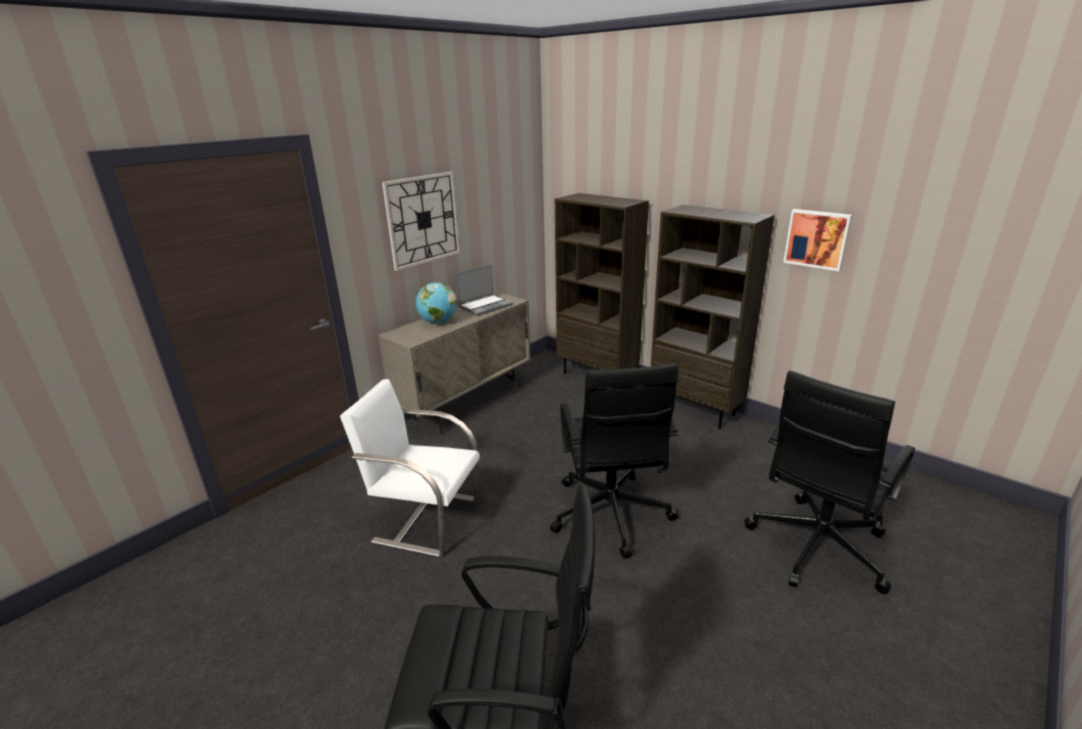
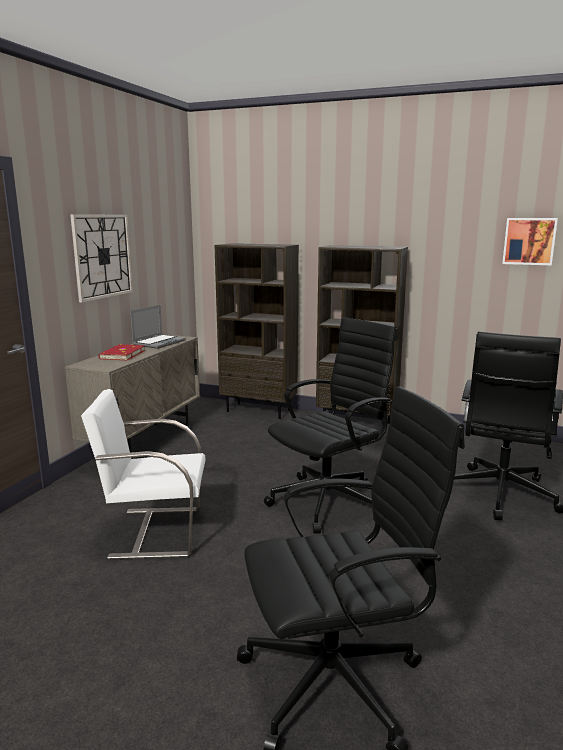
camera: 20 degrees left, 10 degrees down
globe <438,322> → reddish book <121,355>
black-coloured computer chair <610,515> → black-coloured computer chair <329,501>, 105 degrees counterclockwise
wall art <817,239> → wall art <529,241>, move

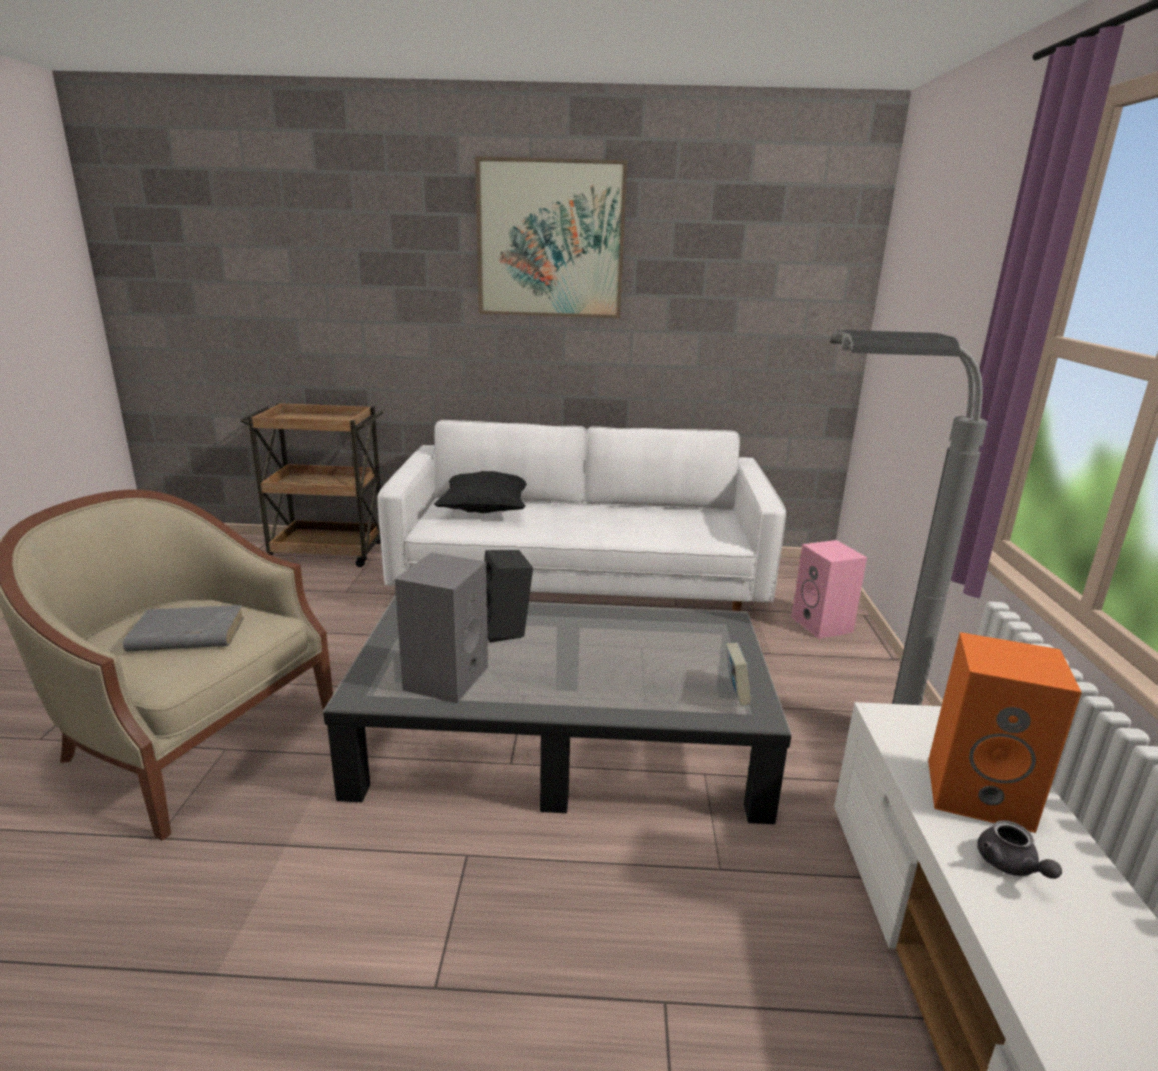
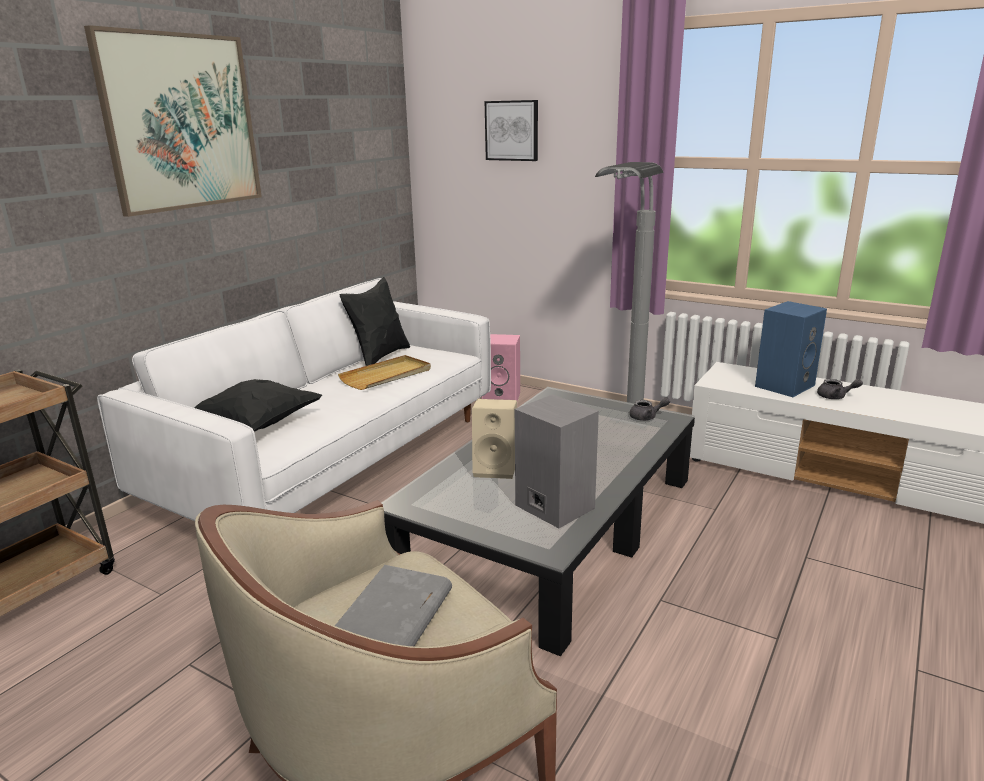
camera: 60 degrees left, 0 degrees up
- → sand-coloured carrying tray <386,376>
- → black-coloured throw pillow <379,356>
black-coloured loudspeaker <506,630> → sand-coloured loudspeaker <497,468>
- → wall art <512,130>
book <735,694> → greyish tea pot <647,417>
orange-coloured loudspeaker <981,793> → blue loudspeaker <784,385>

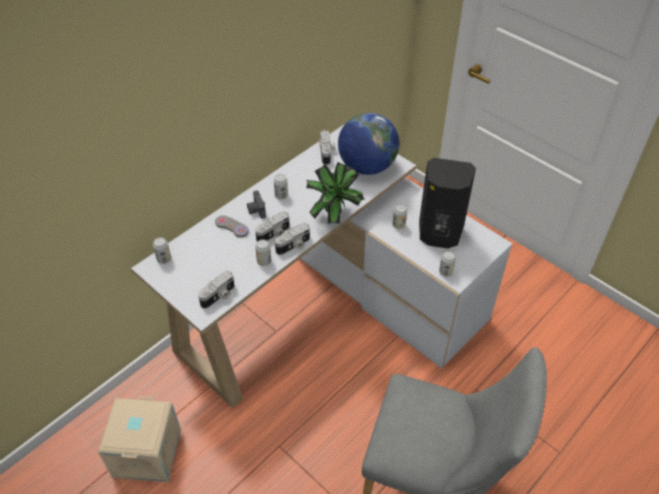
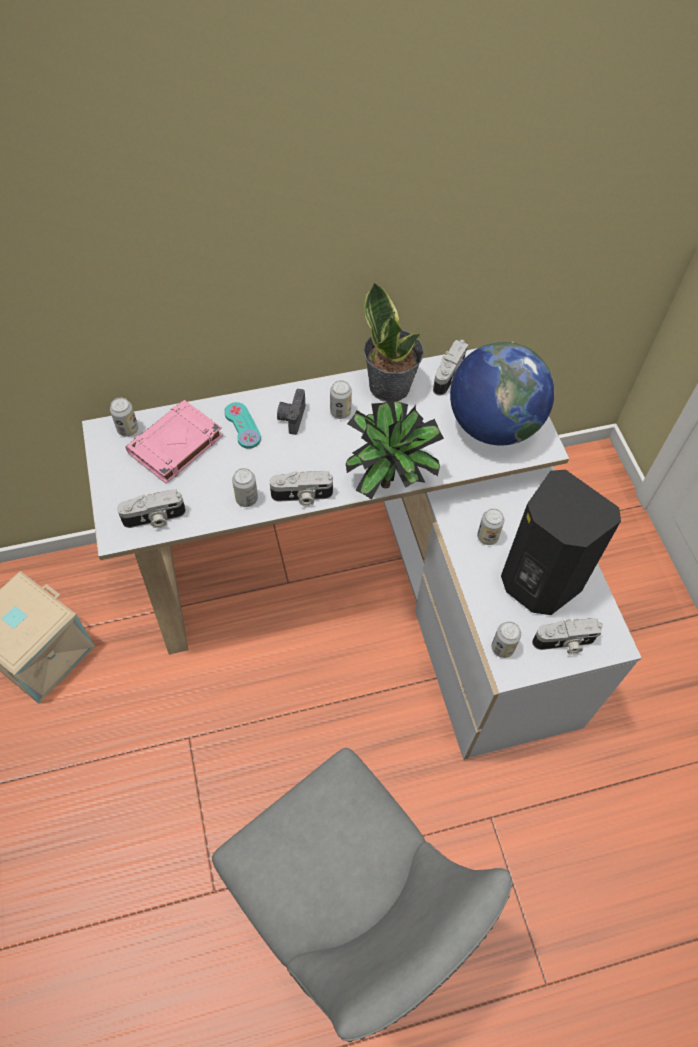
camera: 30 degrees right, 10 degrees up
- → pinkish book <175,445>
greyish joypad <232,227> → blue-green joypad <242,426>
- → houseplant <390,386>
photo camera <274,234> → photo camera <564,643>, move

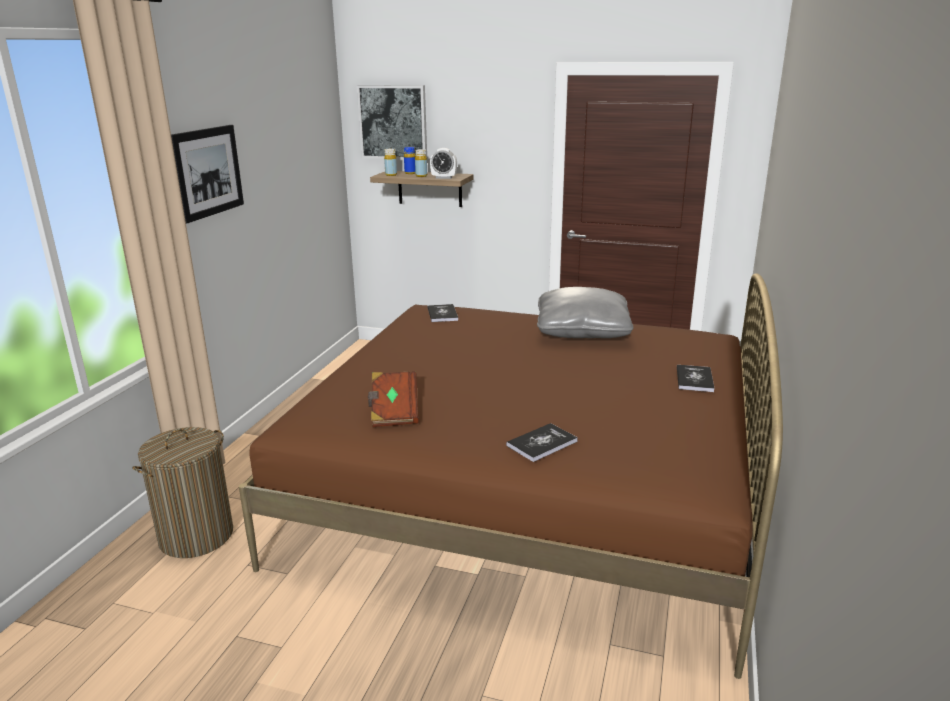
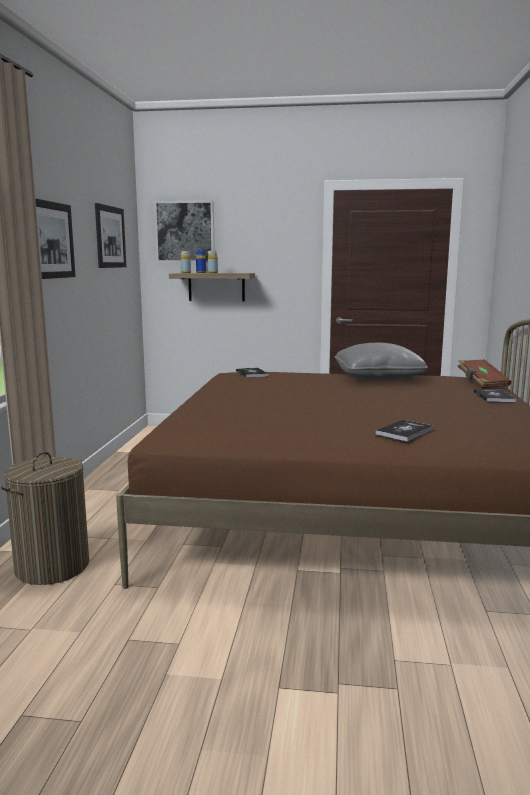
camera: 10 degrees left, 10 degrees down
- → wall art <110,237>
brown-coloured book <393,411> → brown-coloured book <481,383>, move
alarm clock <444,178> → -

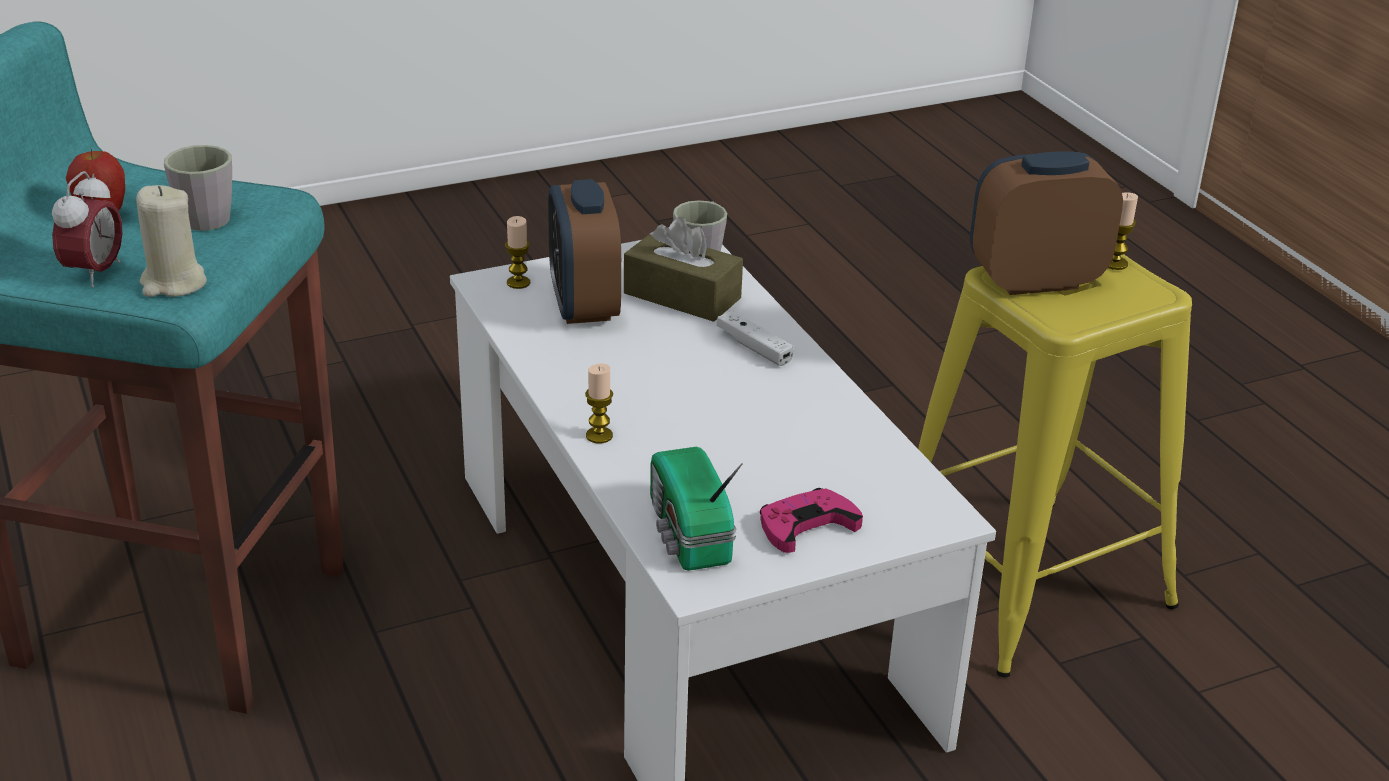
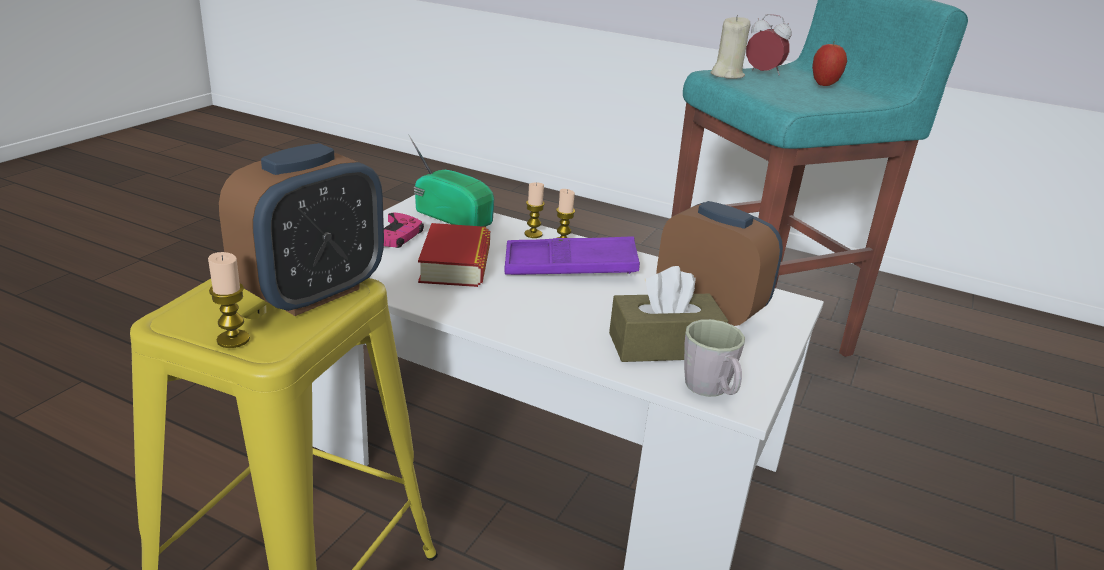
camera: 140 degrees right, 5 degrees down
- → book <455,264>
- → purple carrying tray <570,266>
candle <518,283> → candle <533,234>, move
alarm clock <95,273> → alarm clock <763,73>, 150 degrees clockwise
greyish mug <204,214> → -
white joypad <754,347> → -

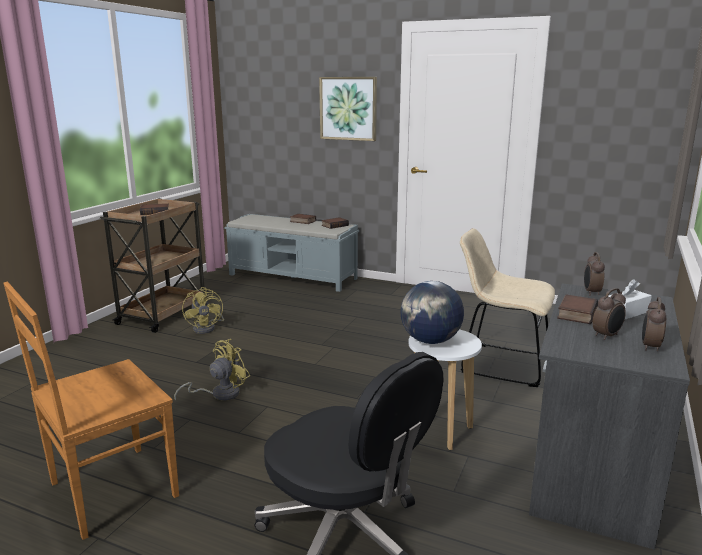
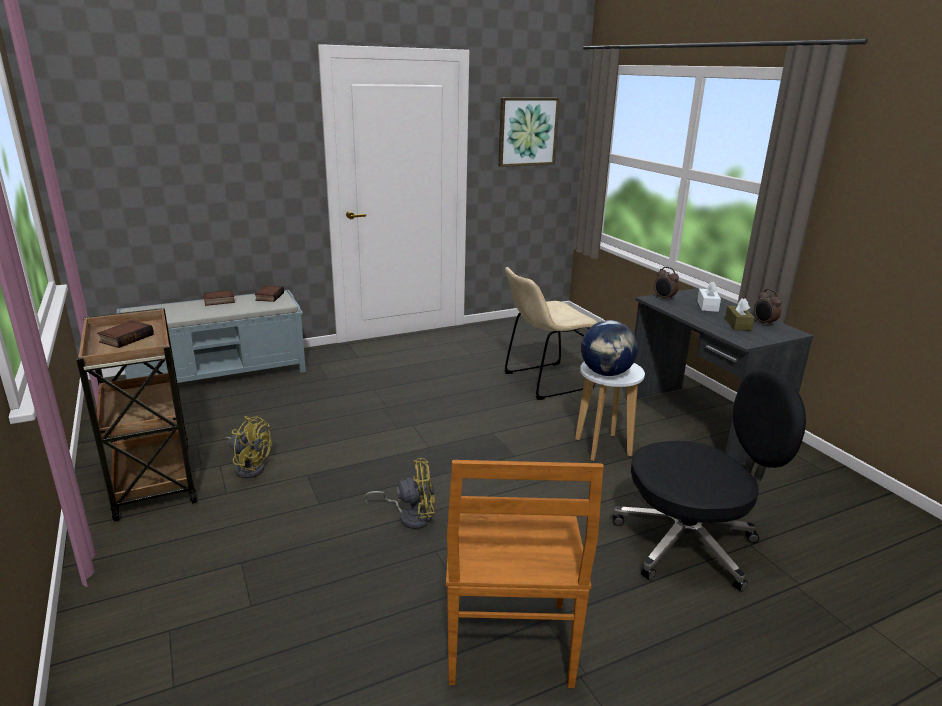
camera: 50 degrees left, 5 degrees up
yellow fan <219,394> → yellow fan <410,516>, 90 degrees clockwise
wall art <348,108> → wall art <527,131>, move
alarm clock <607,336> → brown-coloured tissue holder <738,324>
book <575,313> → -

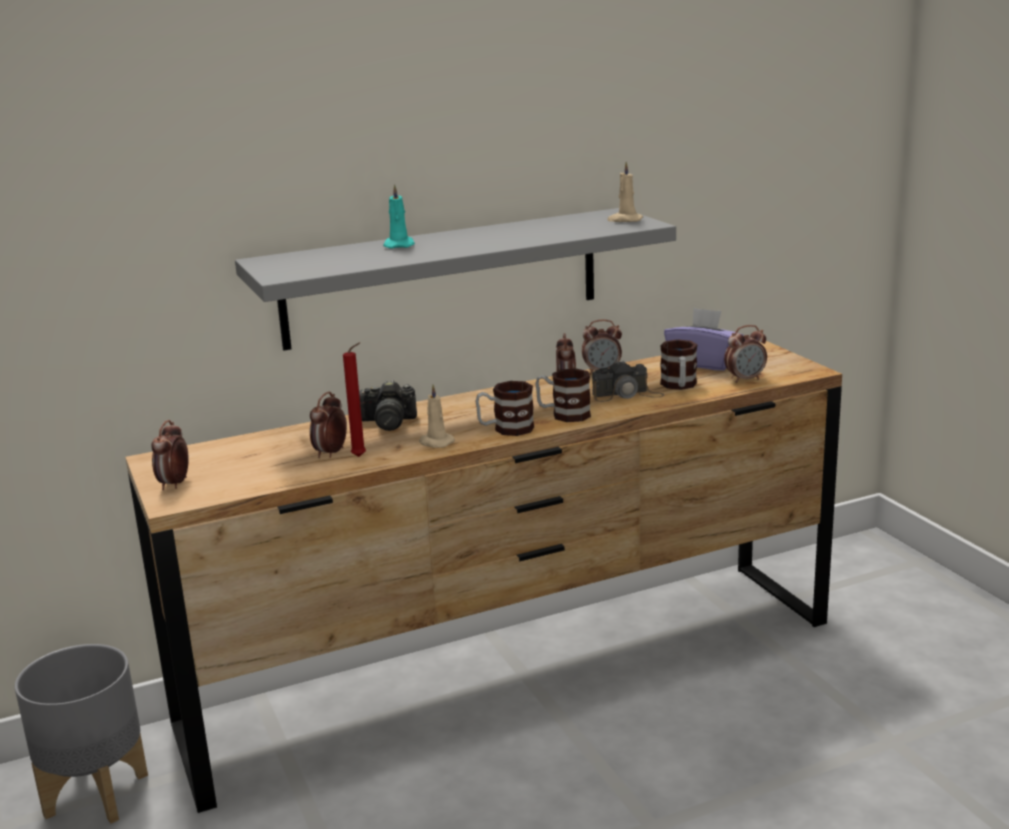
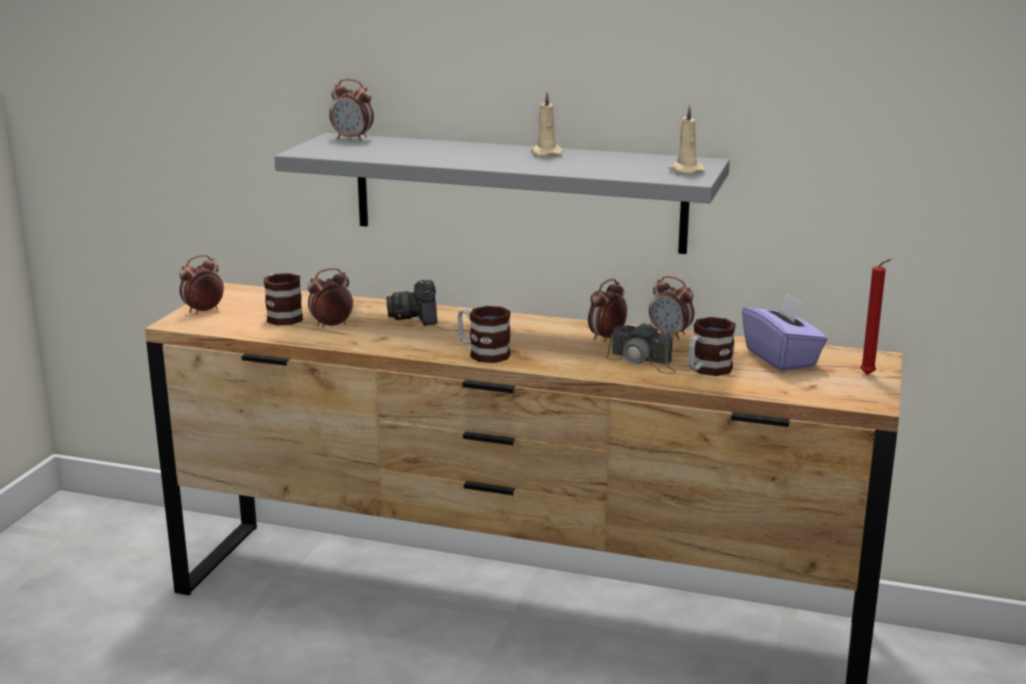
camera: 40 degrees right, 0 degrees up
mug <563,414> → mug <281,316>, move
alarm clock <745,379> → alarm clock <353,139>, move
photo camera <388,422> → photo camera <417,317>, 45 degrees clockwise
sand-coloured candle <435,443> → sand-coloured candle <545,153>, move
reddish candle <361,457> → reddish candle <869,375>, move
greyish flower pot <95,795> → -
blue-green candle <399,245> → -

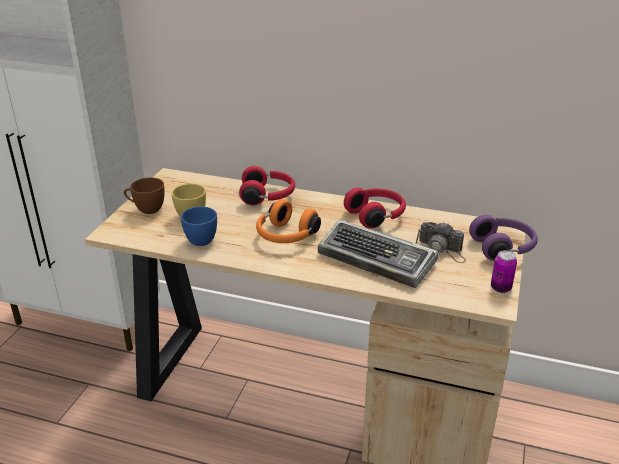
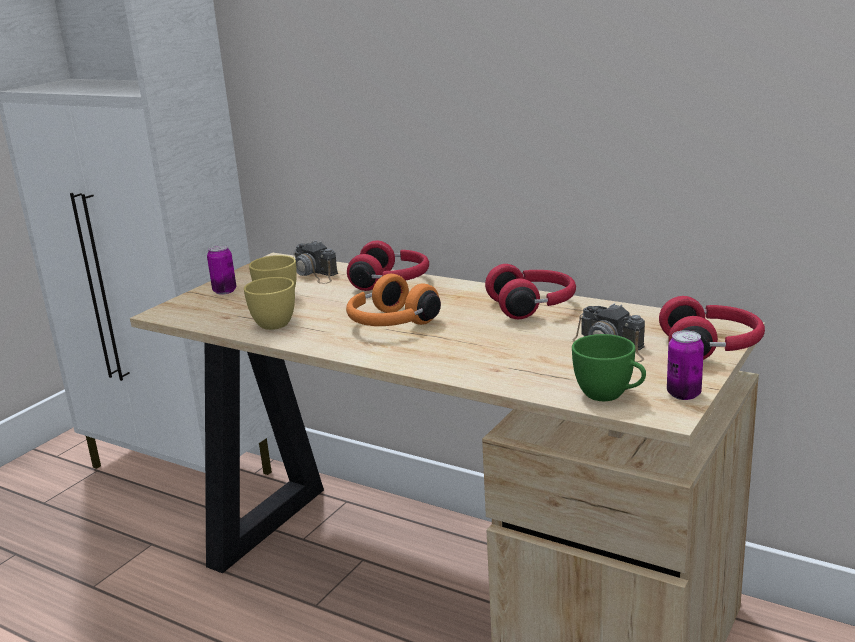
camera: 15 degrees right, 10 degrees down
brown-coloured small cup <146,209> → can <224,291>
blue small cup <202,238> → yellow small cup <277,322>
- → photo camera <314,274>
- → green small cup <609,395>
purple pair of headphones <503,248> → reddish pair of headphones <712,348>
keyboard <378,259> → -

